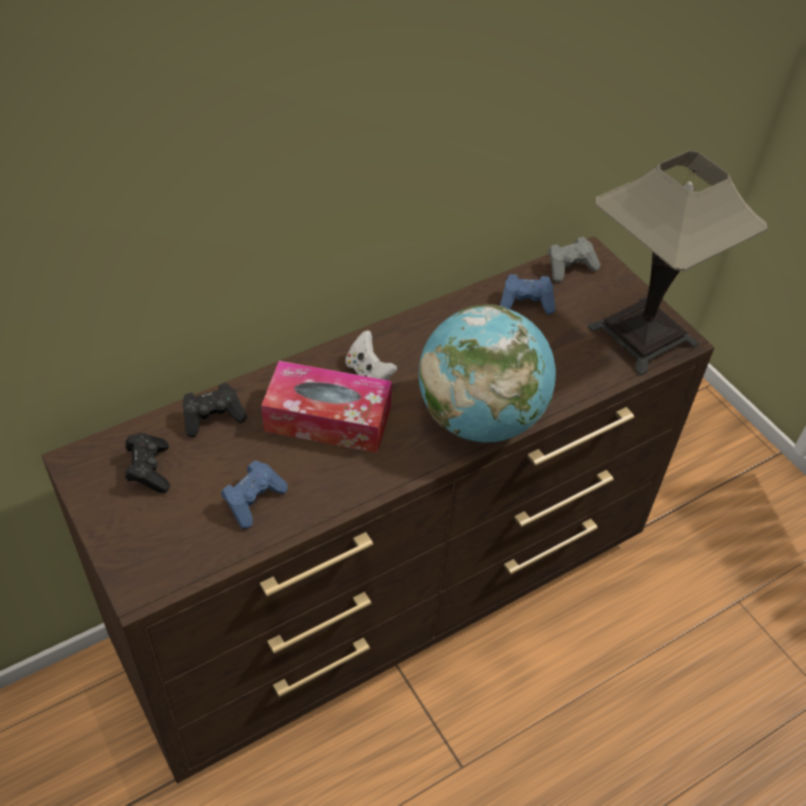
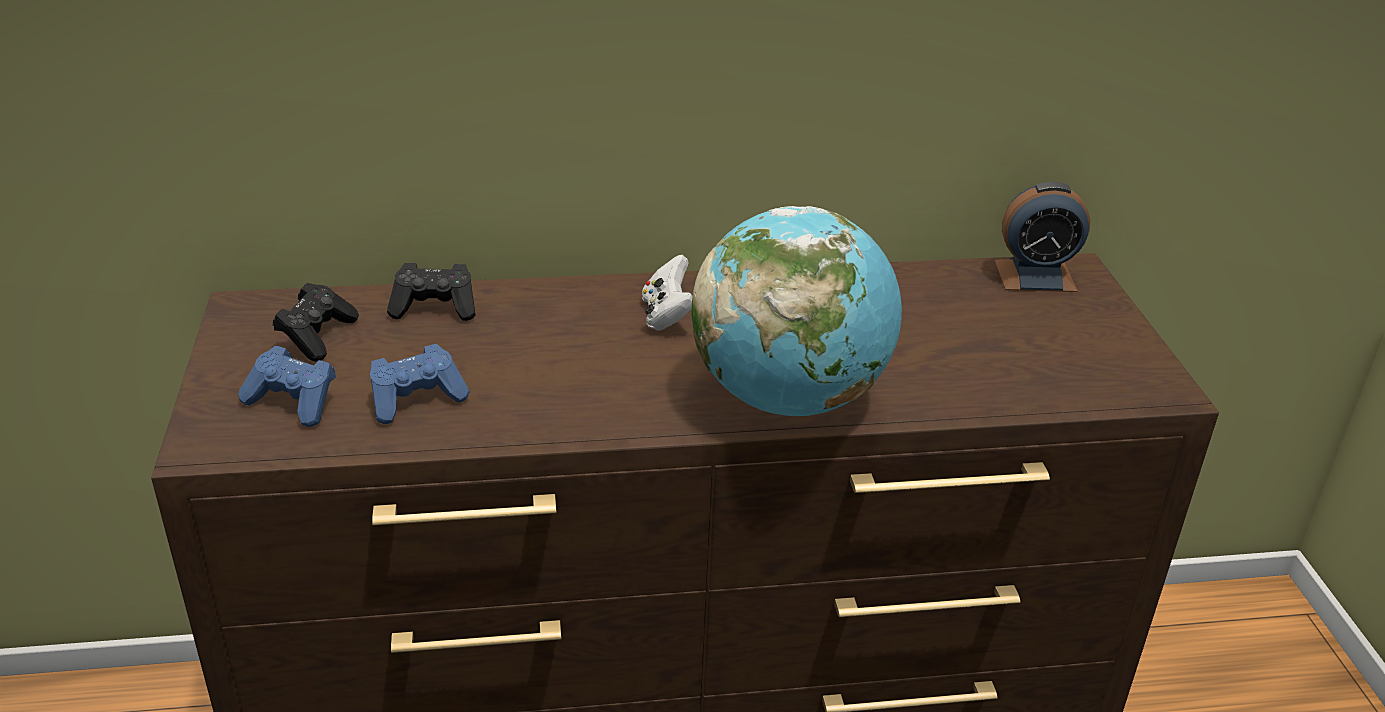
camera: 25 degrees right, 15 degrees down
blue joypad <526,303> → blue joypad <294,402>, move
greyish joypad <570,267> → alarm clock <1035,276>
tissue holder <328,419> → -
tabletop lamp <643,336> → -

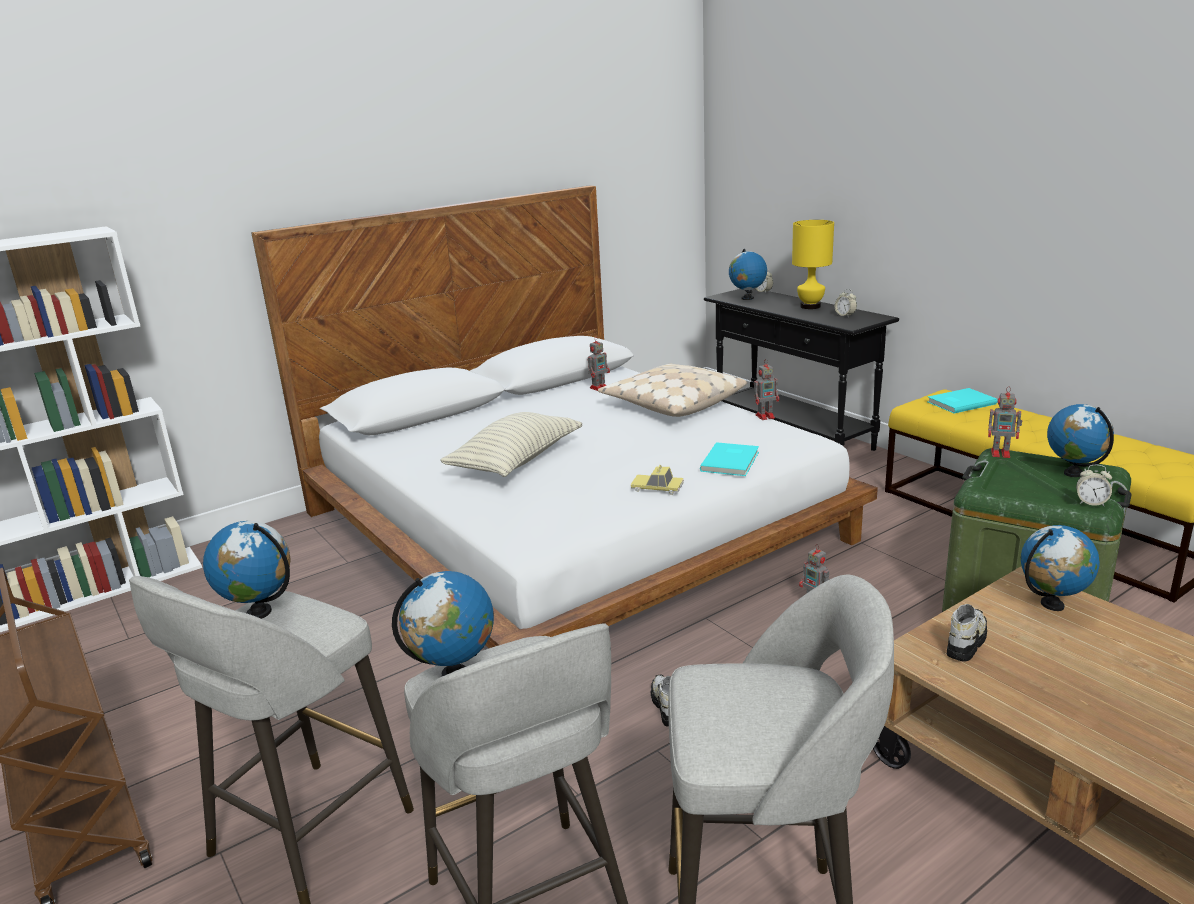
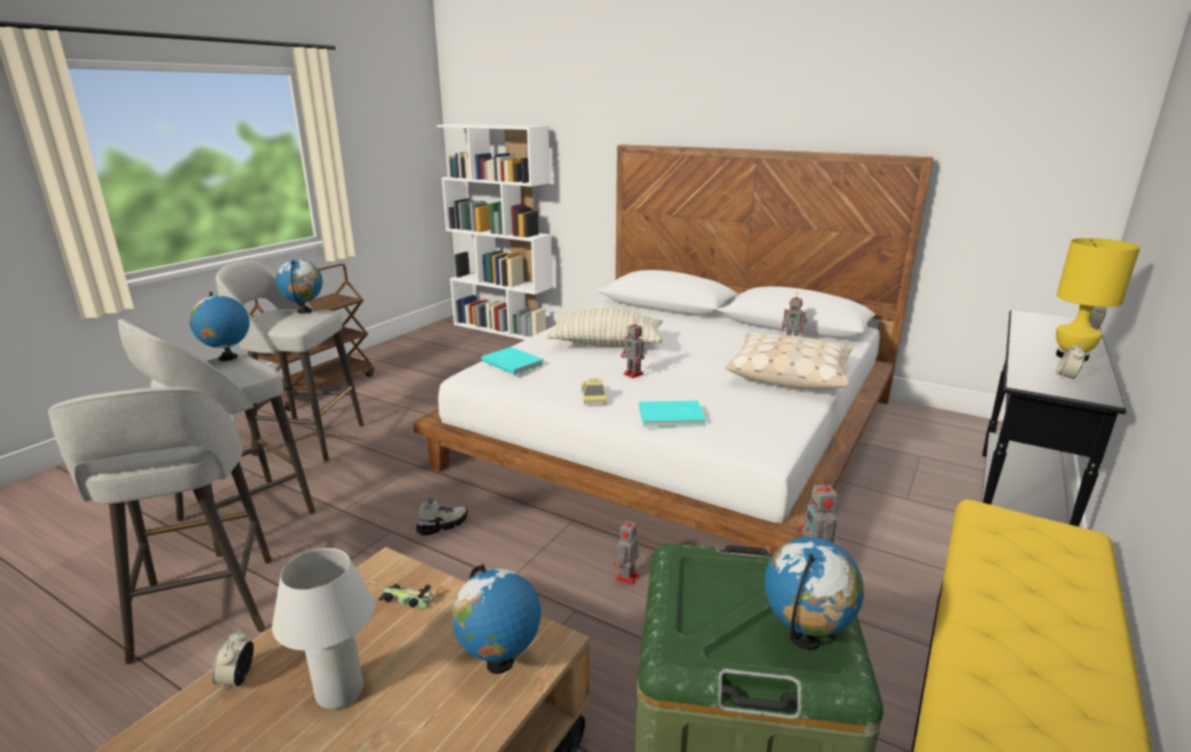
camera: 65 degrees right, 0 degrees up
alarm clock <1091,503> → alarm clock <238,678>, move
- → white tabletop lamp <340,692>
item of footwear <966,642> → miniature car <408,599>
blue-green book <959,402> → blue-green book <513,362>, move
toy robot <766,416> → toy robot <634,374>, move
globe <747,298> → -

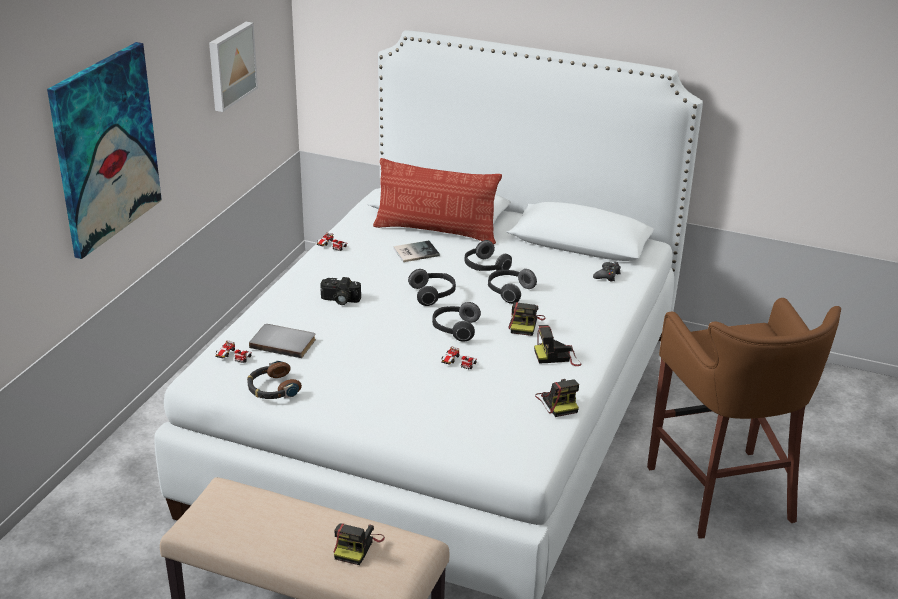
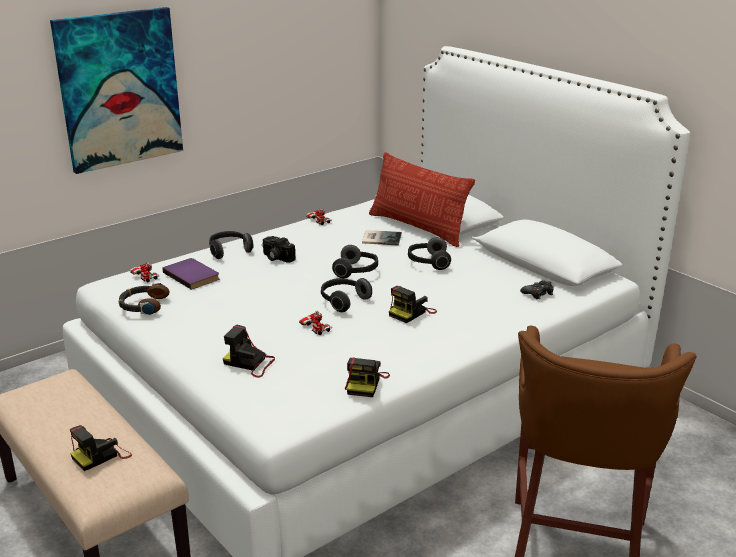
camera: 30 degrees right, 5 degrees down
greyish book <284,342> → purple book <193,275>
pair of headphones <509,292> → pair of headphones <229,251>, move
photo camera <558,357> → photo camera <250,364>, move
wall art <230,65> → -

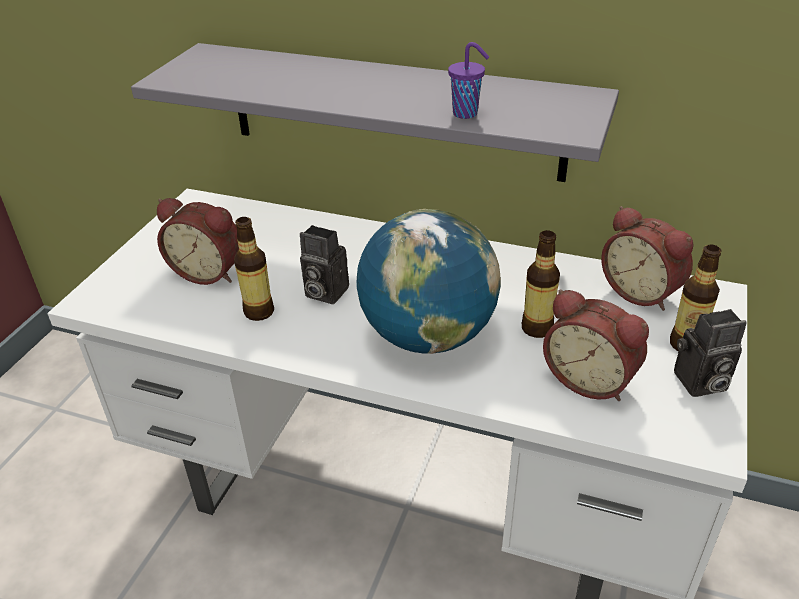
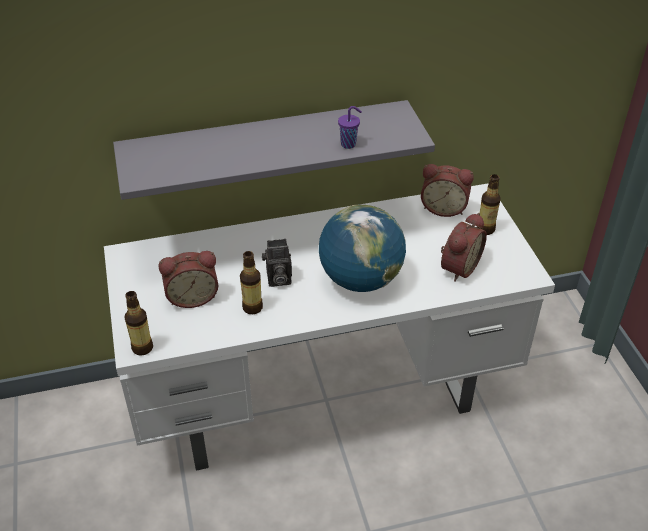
camera: 35 degrees left, 5 degrees up
drink bottle <537,328> → drink bottle <142,348>, move
alarm clock <590,379> → alarm clock <458,267>, 60 degrees counterclockwise
photo camera <699,383> → -

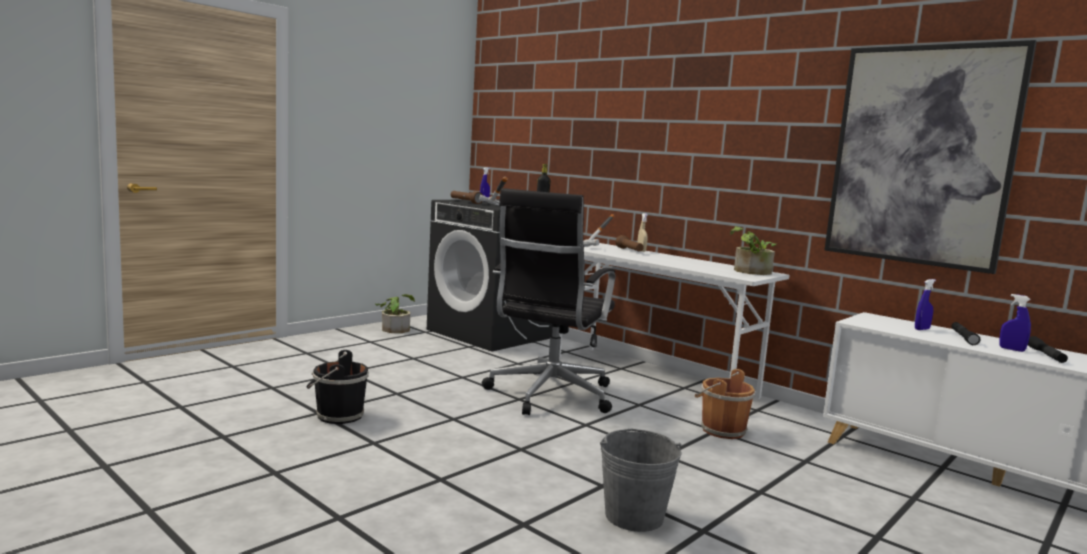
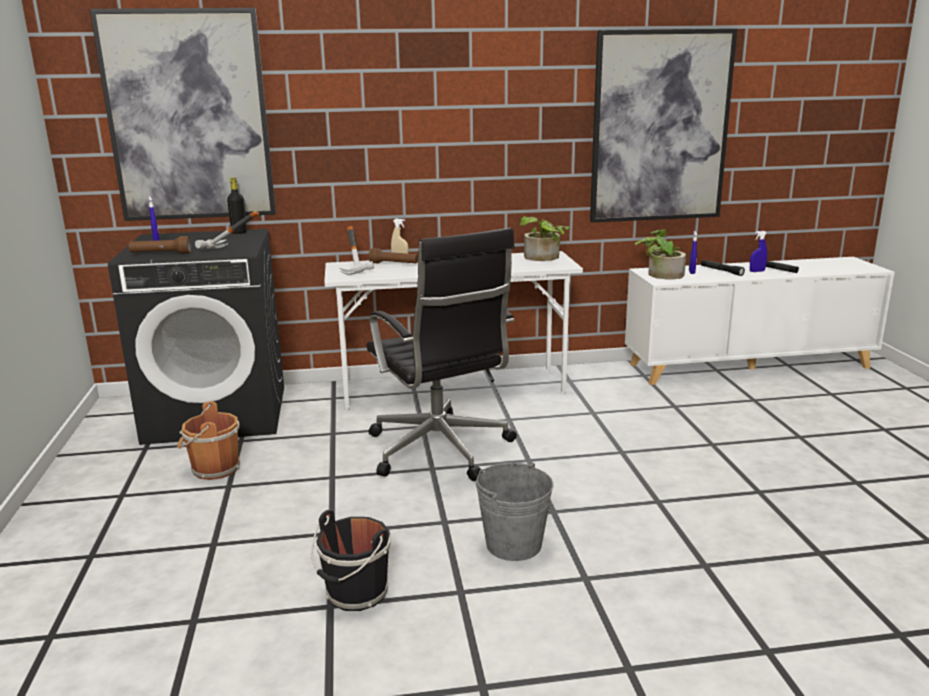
camera: 50 degrees left, 10 degrees up
- → wall art <189,117>
brown-coloured water bucket <720,430> → brown-coloured water bucket <213,469>, move
greyish water bucket <634,516> → greyish water bucket <513,544>, move
houseplant <395,328> → houseplant <660,274>, move

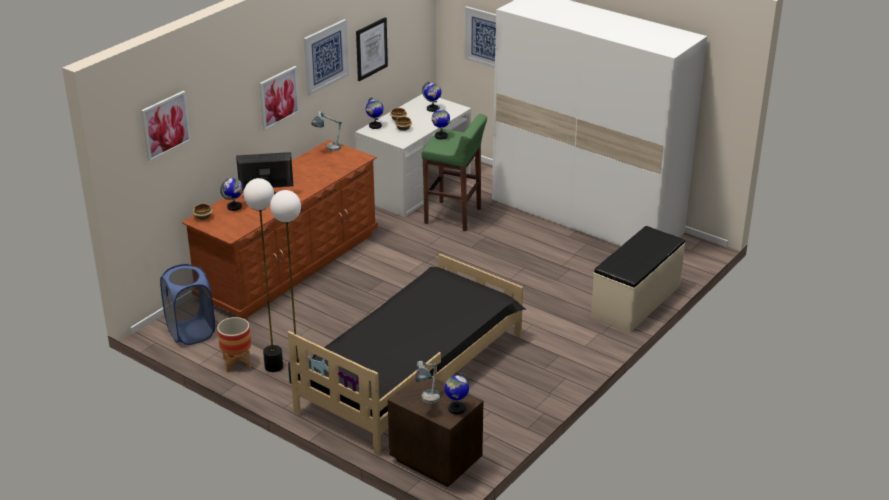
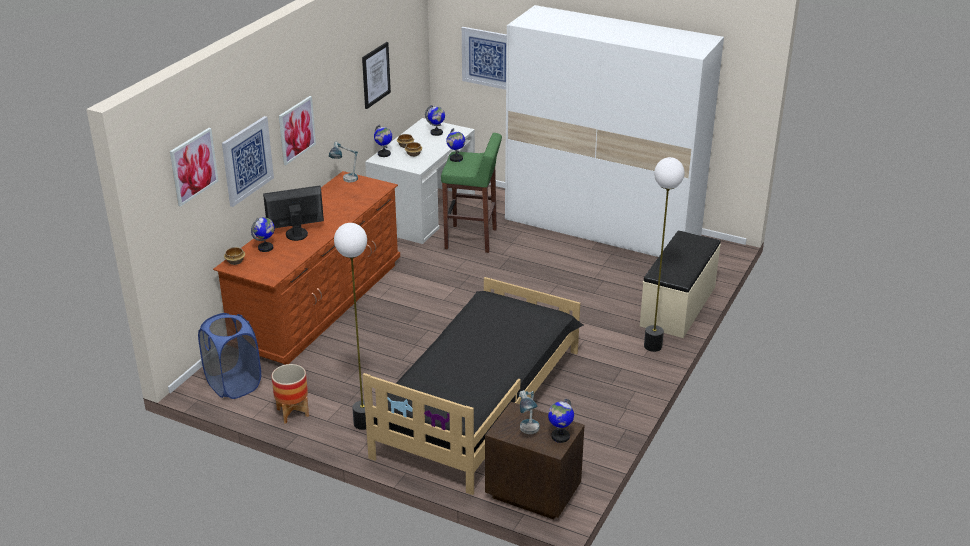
camera: 10 degrees left, 0 degrees up
wall art <325,57> → wall art <247,160>, move
floor lamp <273,366> → floor lamp <653,346>, move

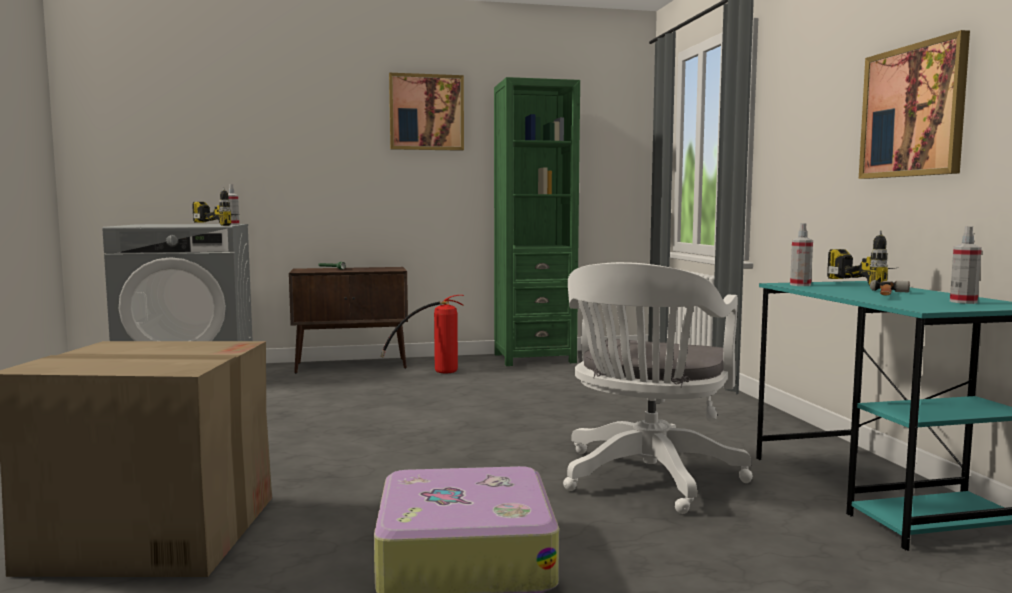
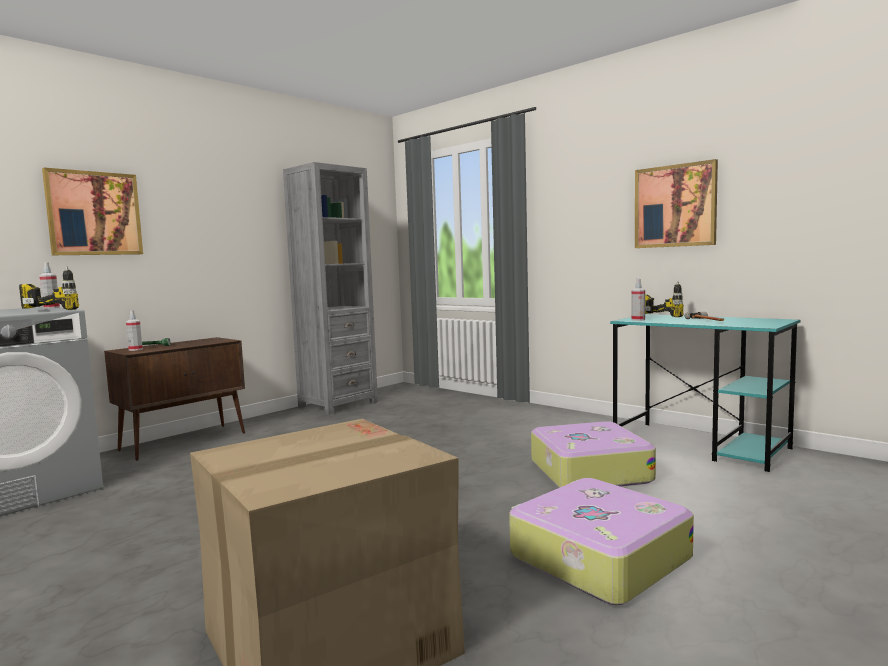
camera: 35 degrees left, 0 degrees up
wall art <426,112> → wall art <94,213>, move
spray bottle <963,302> → spray bottle <135,349>, move
green shelving unit <534,358> → greyish shelving unit <338,404>
white computer chair <647,479> → travel case <588,471>
fire extinguisher <433,372> → -

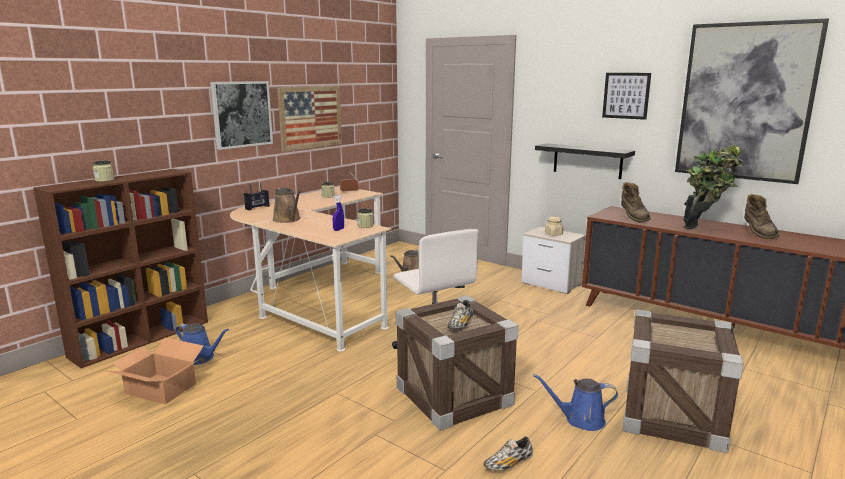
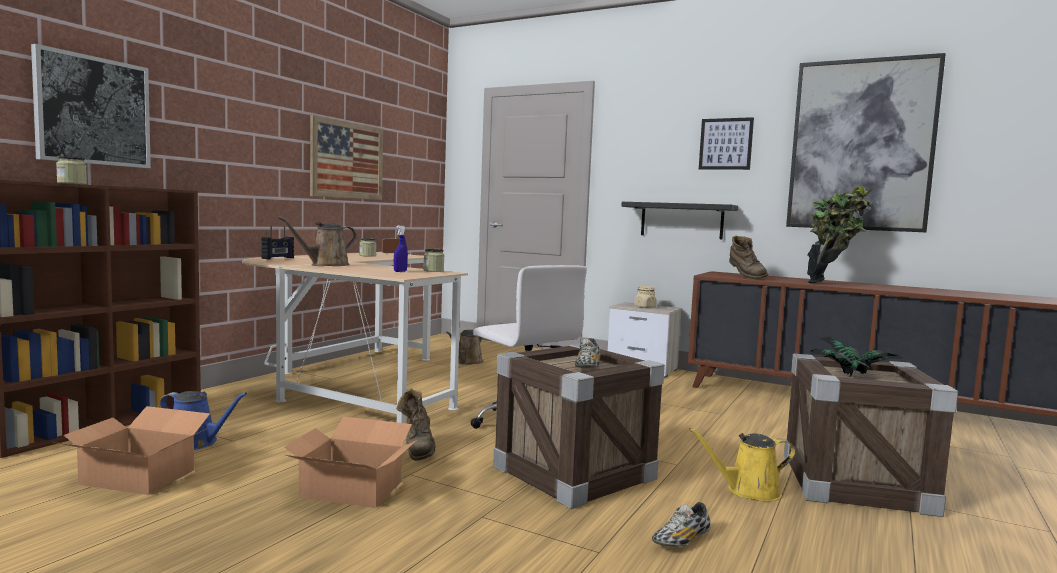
camera: 10 degrees left, 10 degrees down
wall art <241,114> → wall art <93,111>, move
brown-coloured sprinkling can <288,220> → brown-coloured sprinkling can <326,265>, 90 degrees clockwise
- → packing box <351,489>
brown-coloured boot <757,234> → brown-coloured boot <417,450>, move
blue sprinkling can <580,420> → yellow sprinkling can <748,491>
- → houseplant <854,376>

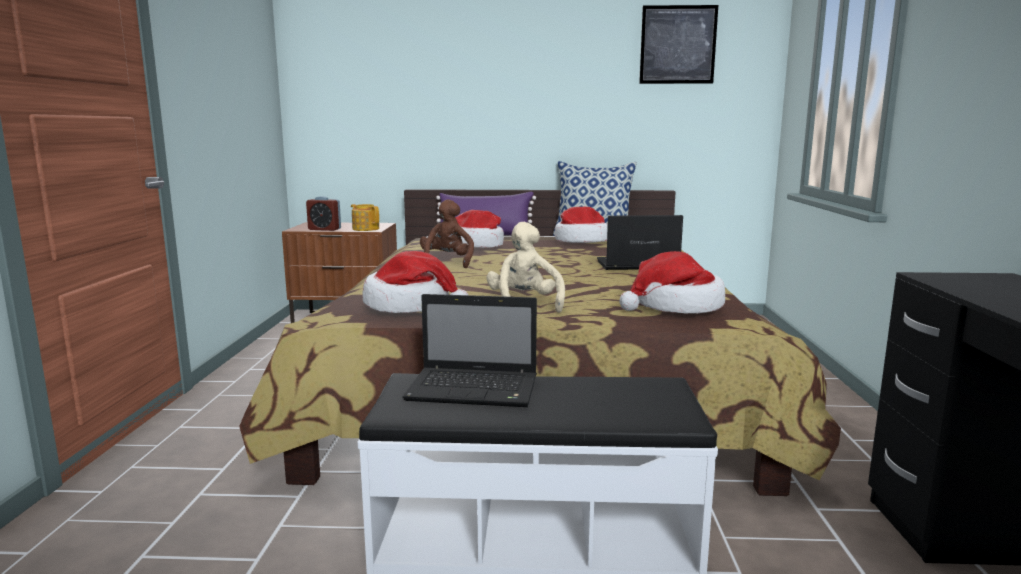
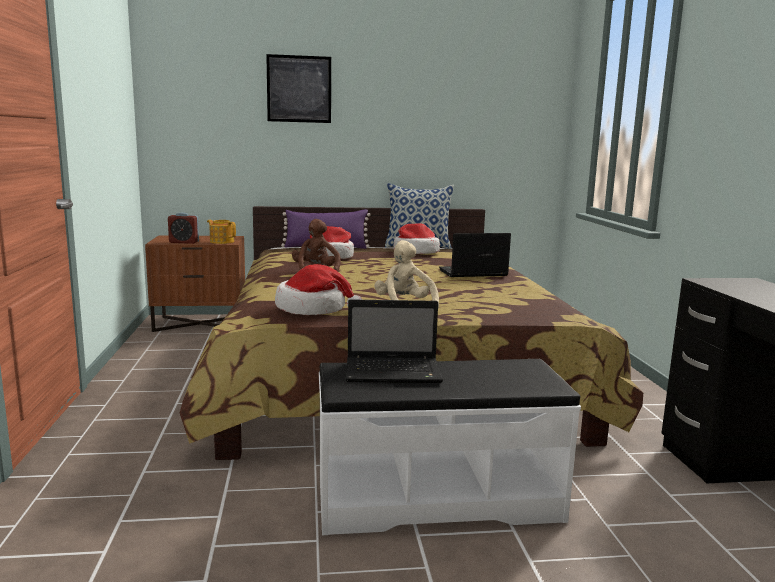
camera: 10 degrees left, 0 degrees up
wall art <678,45> → wall art <299,89>, move
clothing hat <675,307> → -

